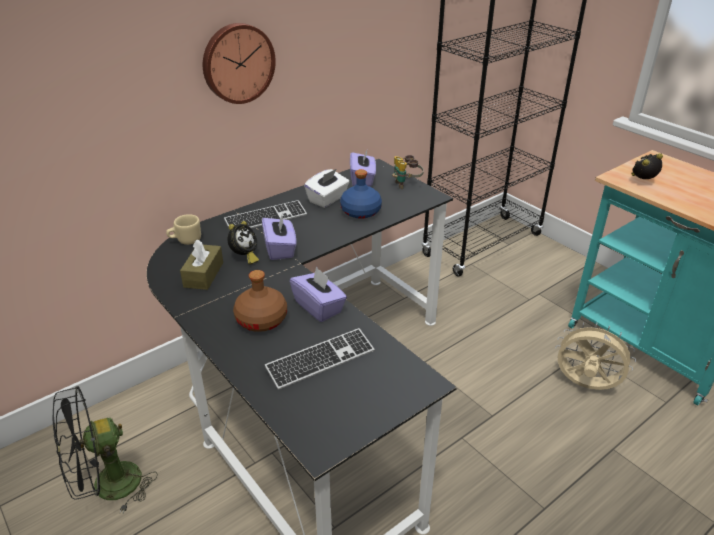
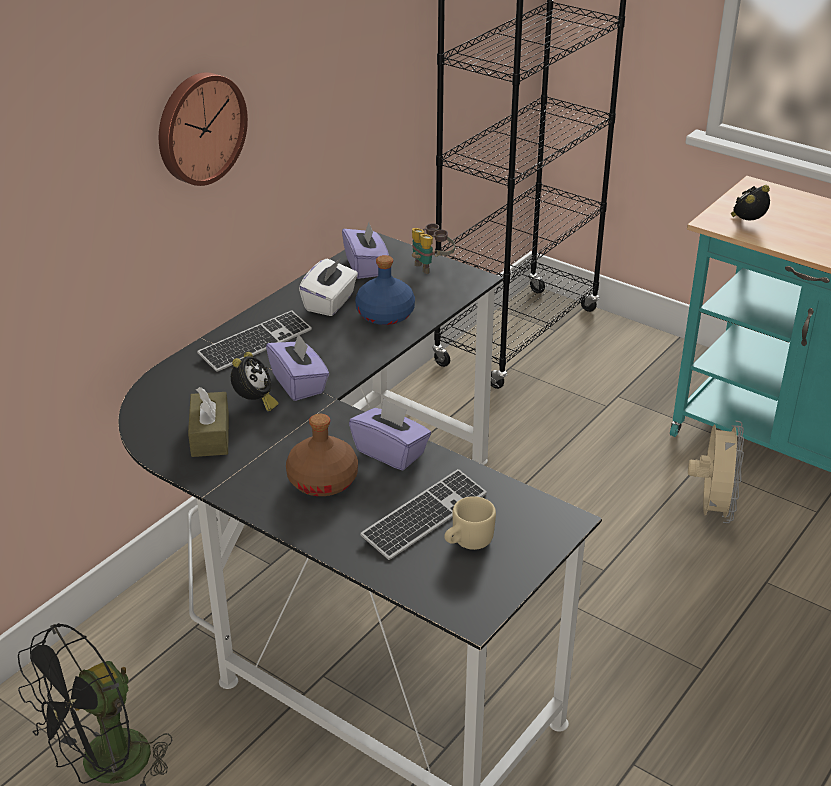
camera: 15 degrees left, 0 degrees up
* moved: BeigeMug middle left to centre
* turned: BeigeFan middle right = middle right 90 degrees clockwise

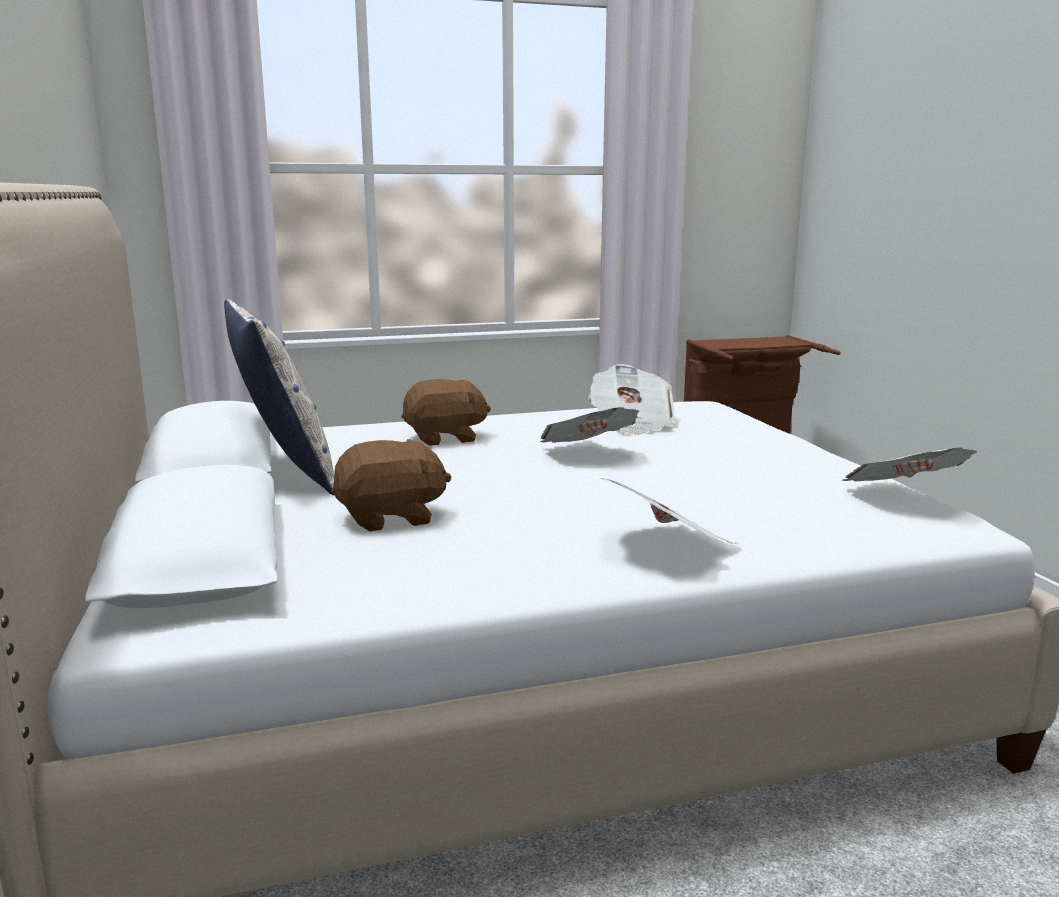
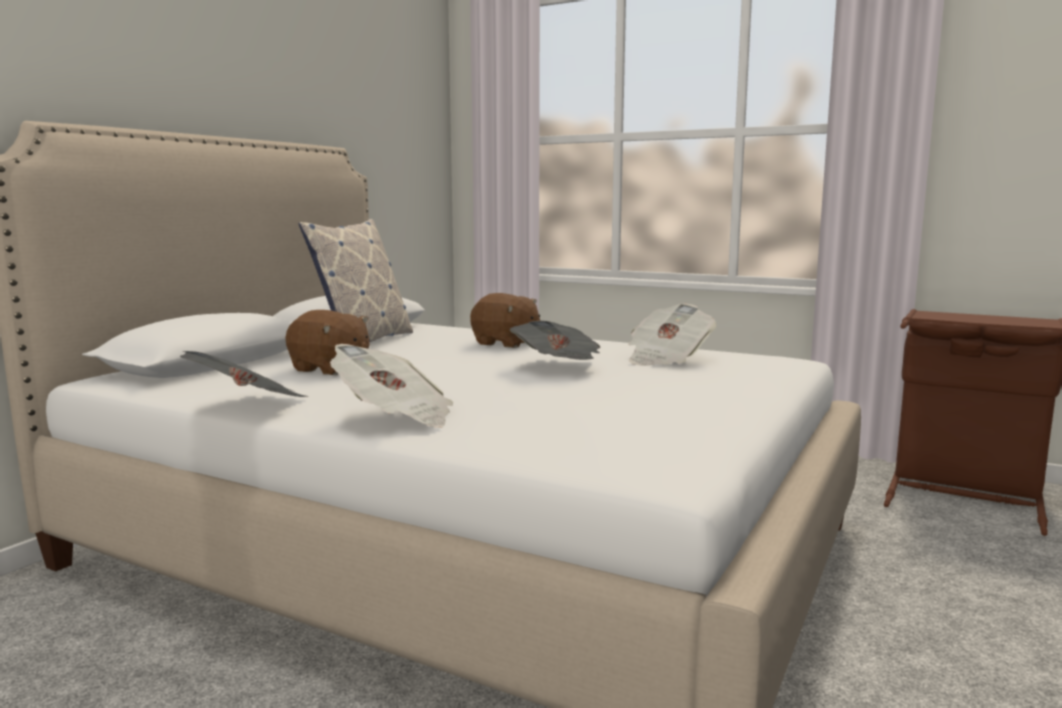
camera: 45 degrees right, 5 degrees down
* moved: Newspaper (4th from left in the first image) middle right to Newspaper (1st from left) middle left

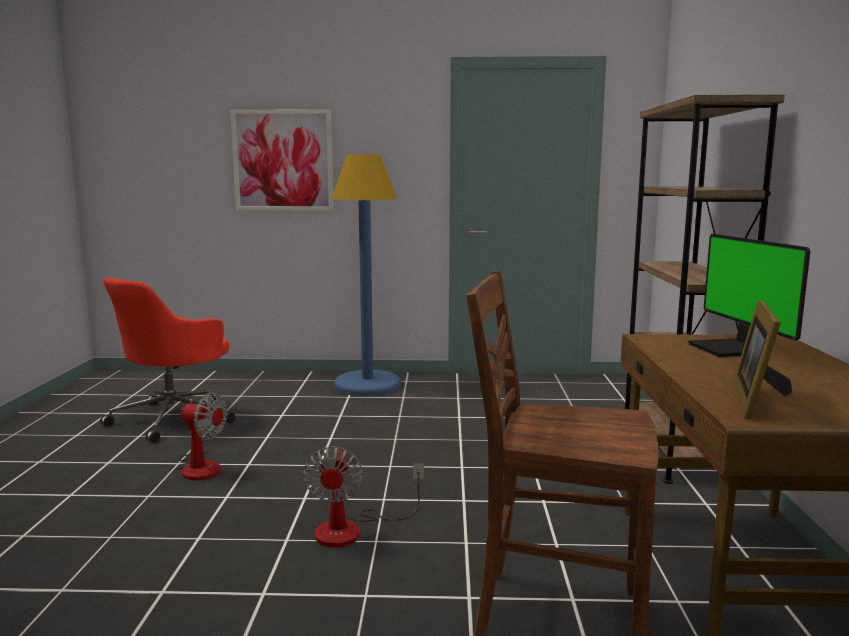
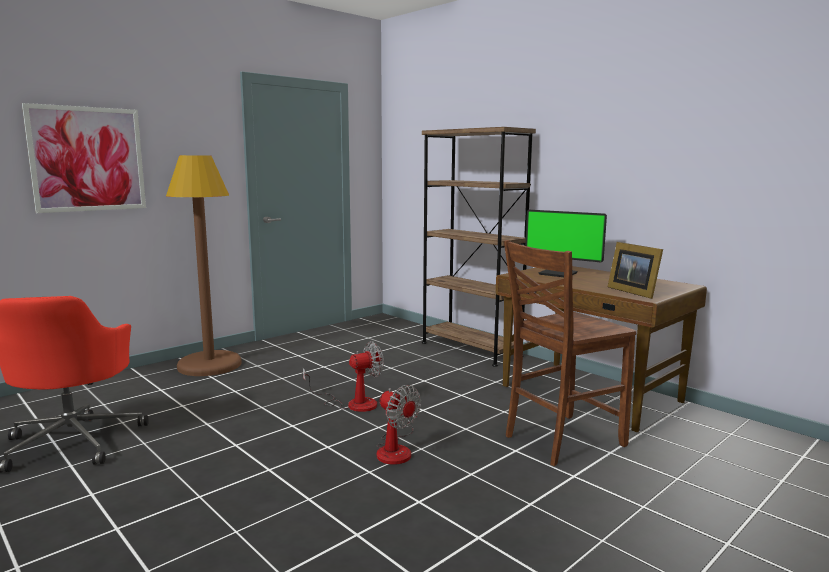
camera: 45 degrees left, 0 degrees up
* recoloured: BlueFloorLamp centre to BrownFloorLamp middle left
* moved: Fan (1st from left) bottom left to centre

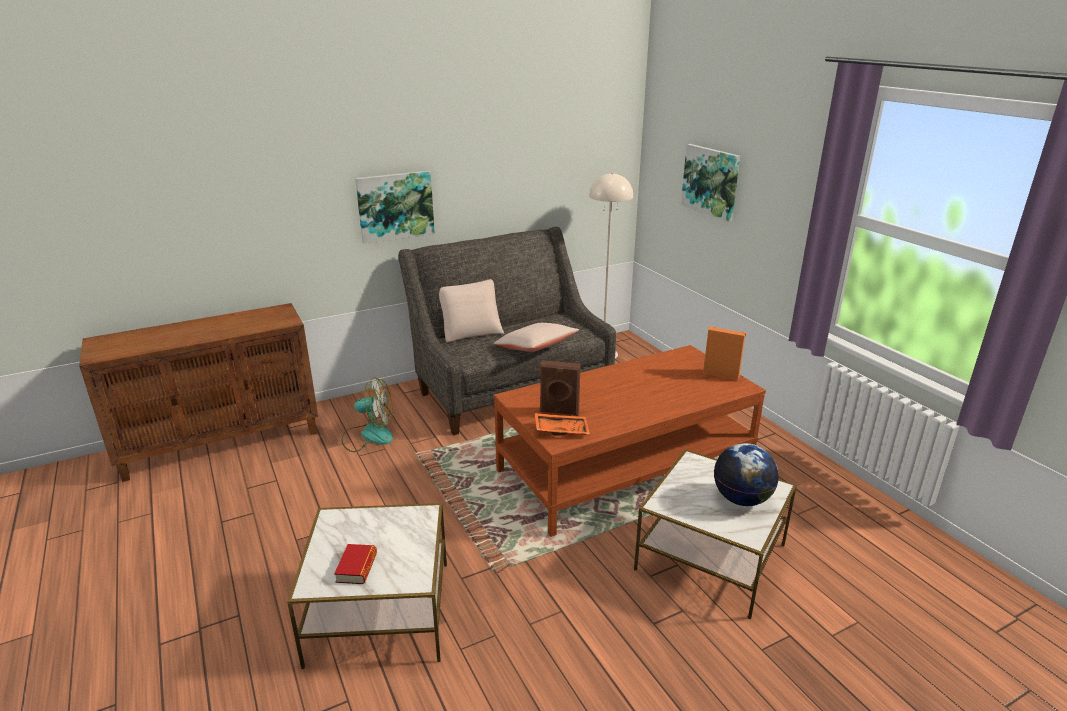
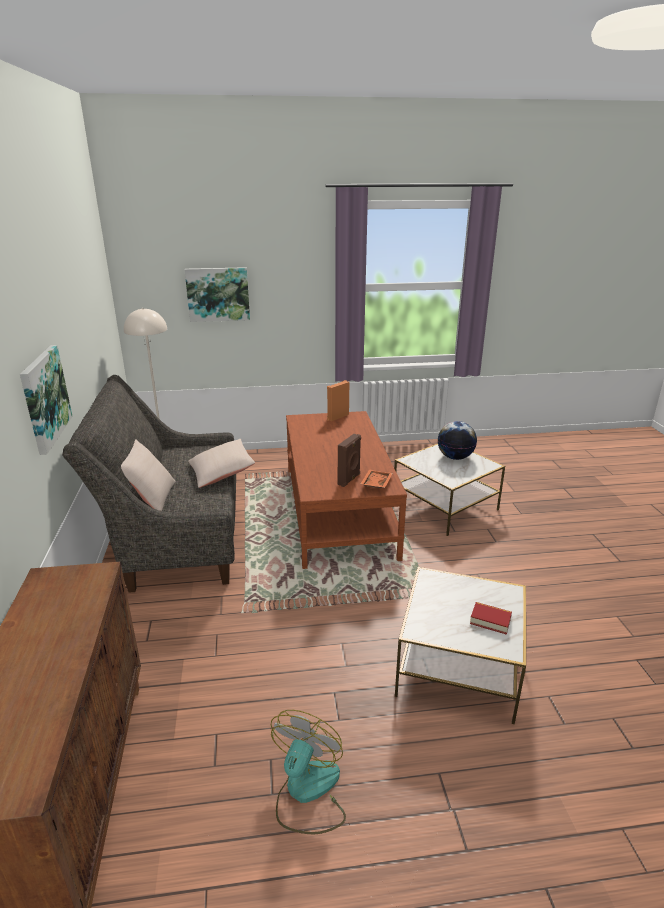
camera: 70 degrees left, 0 degrees up
* moved: Fan centre to bottom centre

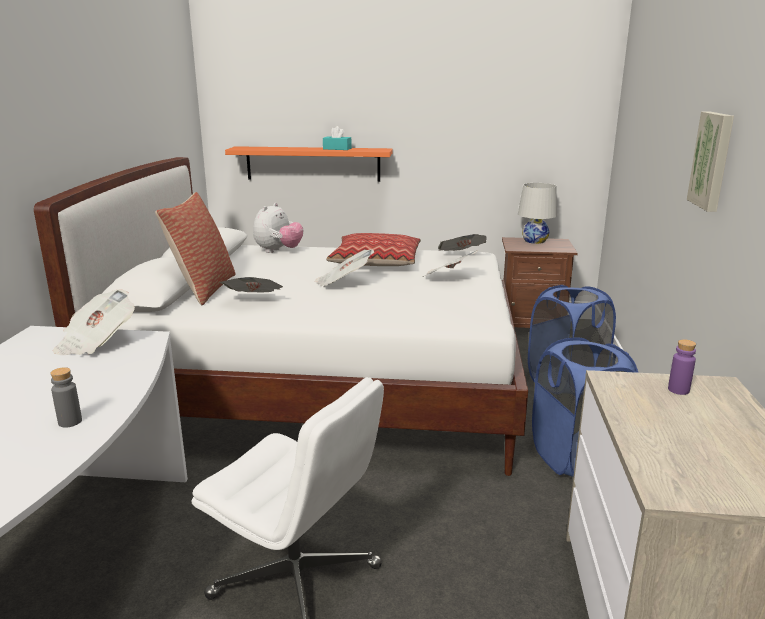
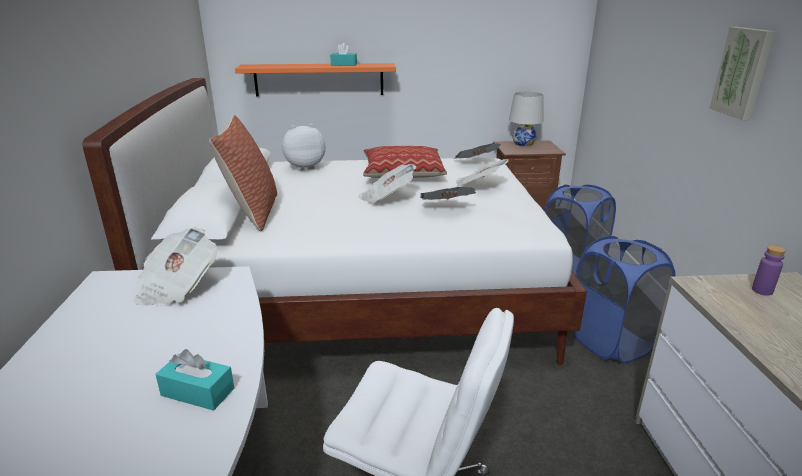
camera: 10 degrees left, 5 degrees up
* turned: PlushToy centre = top centre 120 degrees counterclockwise
* moved: Newspaper (2nd from left in the first image) middle left to Newspaper (3rd from left) centre
* replaced: GreyBottle middle left to TurquoiseTissueBox (1st from left) bottom left

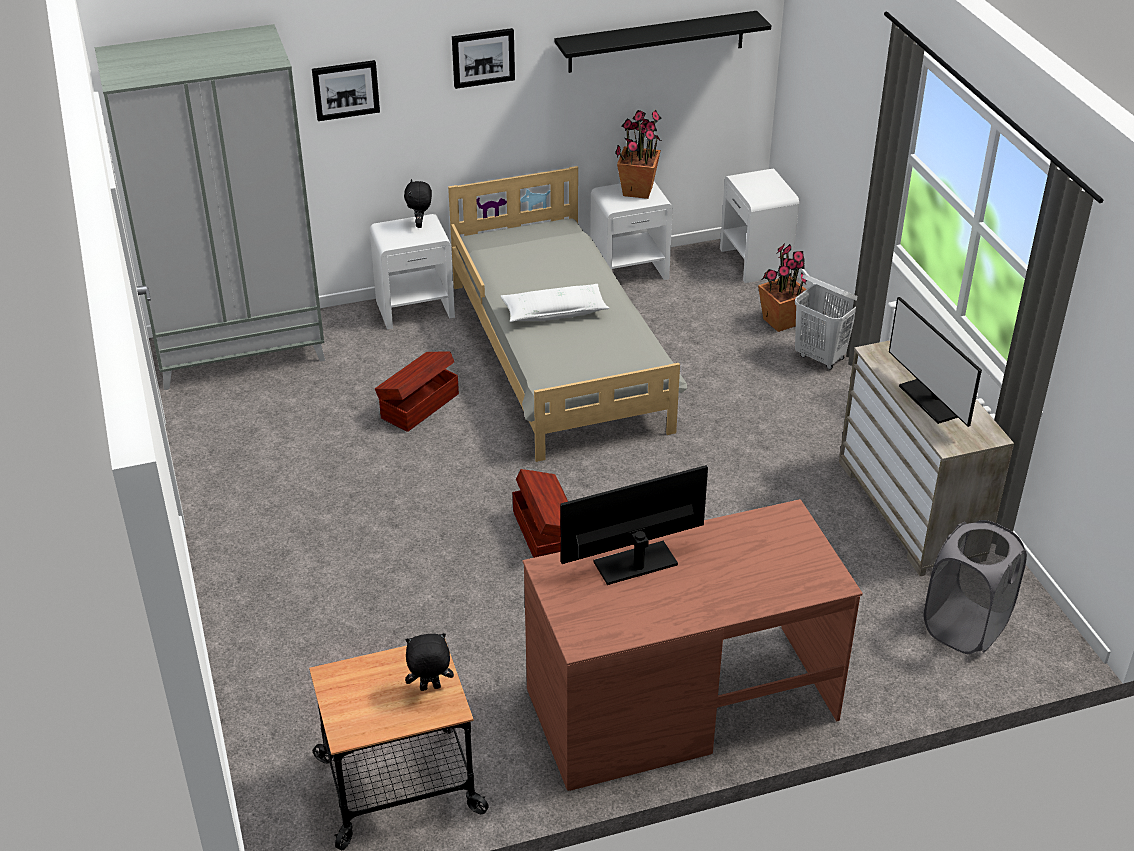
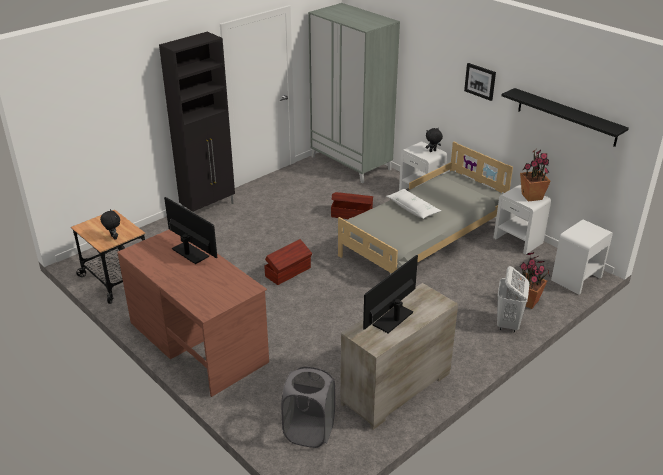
camera: 65 degrees right, 5 degrees down
* removed: Picture (1st from left) top left
* added: BlackCabinet top left

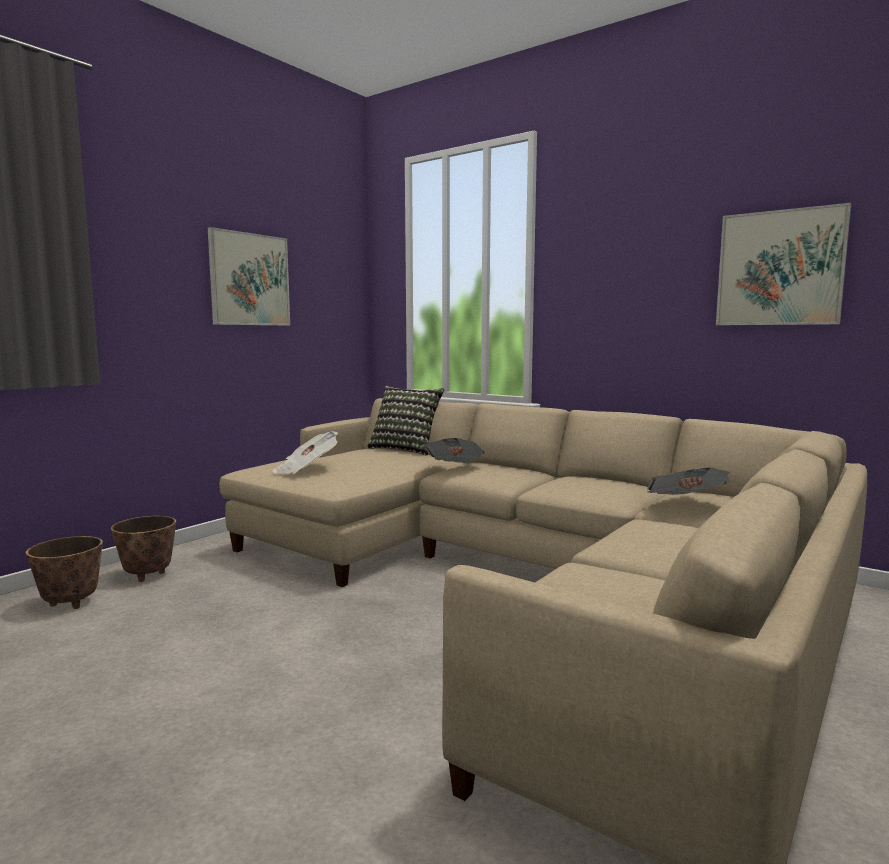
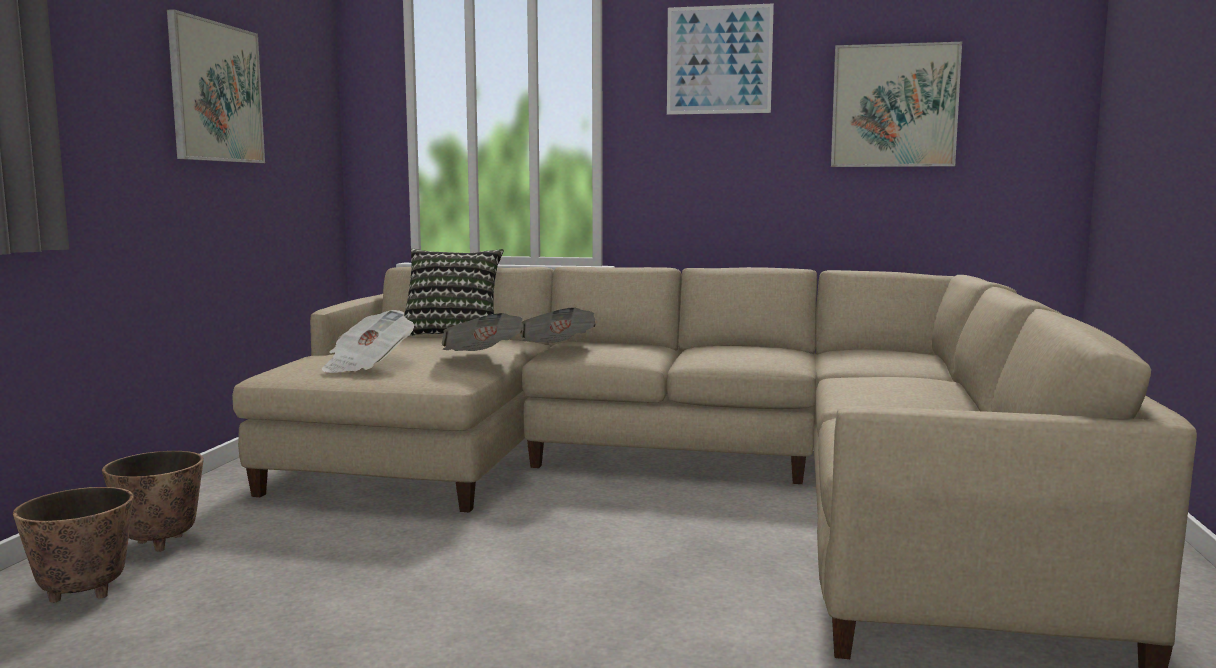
camera: 25 degrees left, 0 degrees up
* moved: Newspaper (3rd from left in the first image) middle right to Newspaper (2nd from left) centre
* added: Picture (2nd from left) top centre

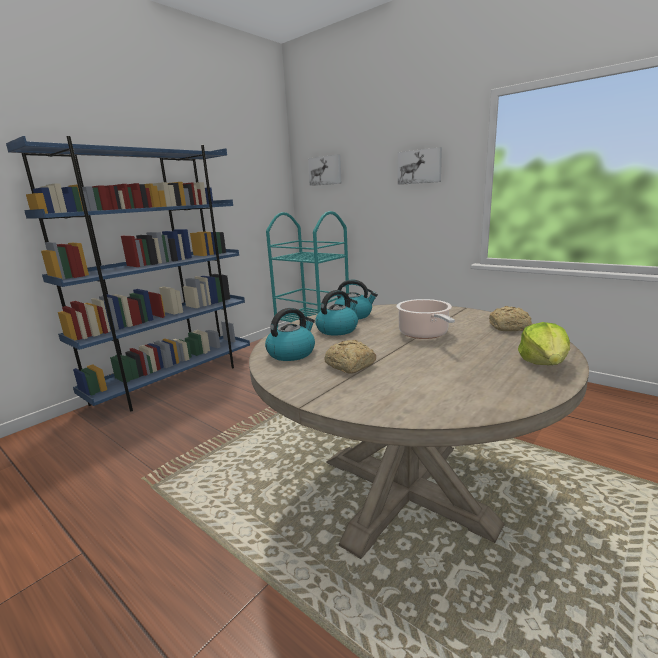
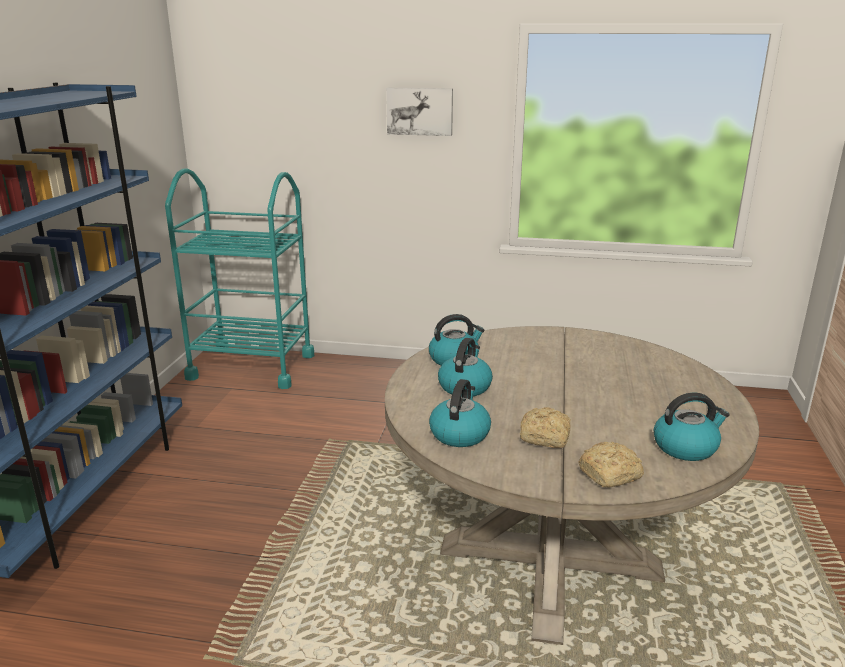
camera: 30 degrees left, 5 degrees up
* removed: Picture (1st from left) top centre
* removed: CookingPot centre
* moved: Bread (2nd from left) middle right to bottom right
* removed: Lettuce middle right
* added: Kettle (4th from left) middle right

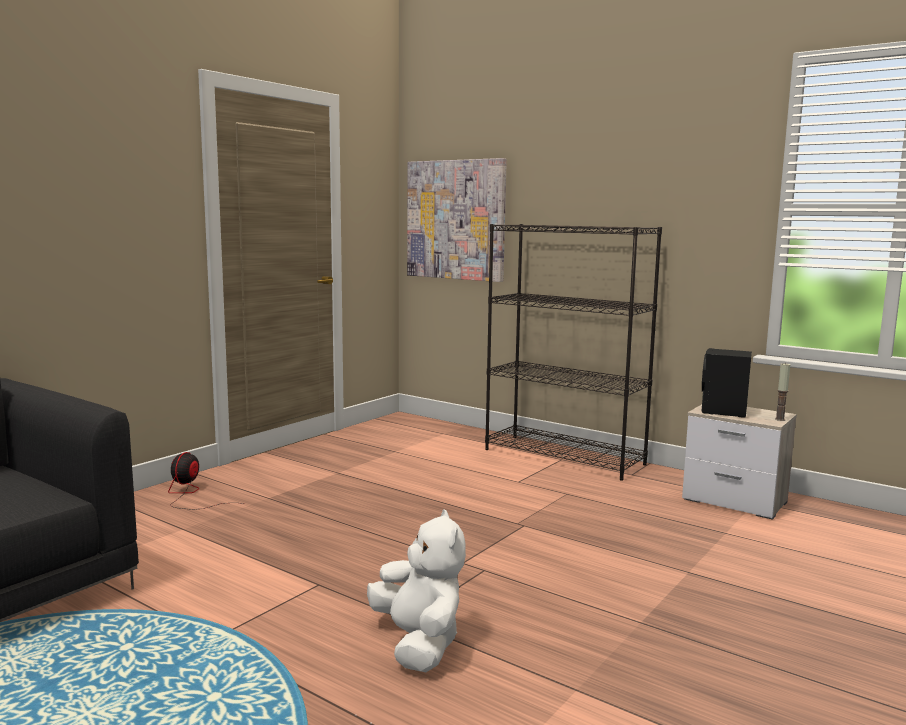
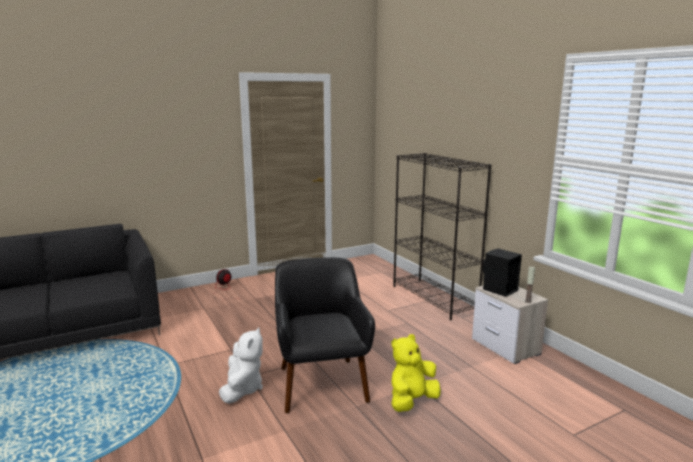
camera: 25 degrees right, 5 degrees up
* removed: Picture top centre
* added: BlackArmchair bottom centre
* added: YellowPlushToy bottom centre

